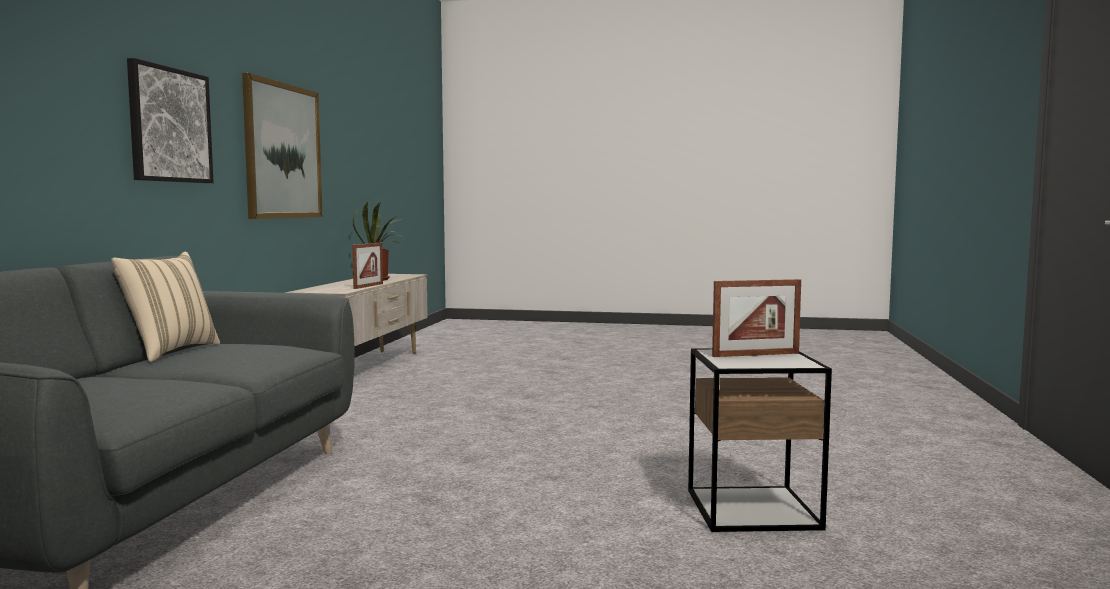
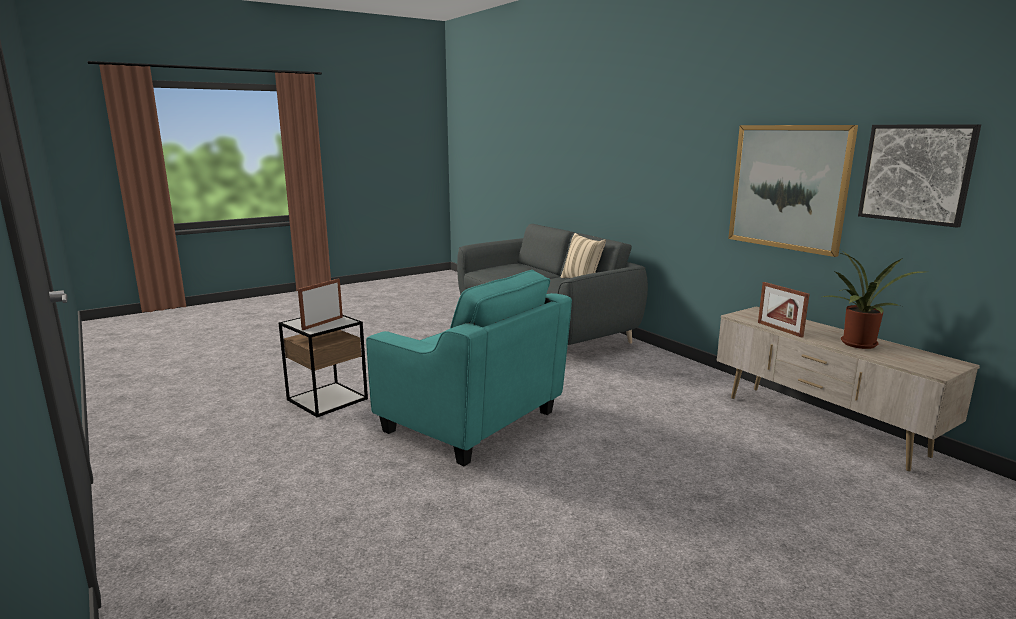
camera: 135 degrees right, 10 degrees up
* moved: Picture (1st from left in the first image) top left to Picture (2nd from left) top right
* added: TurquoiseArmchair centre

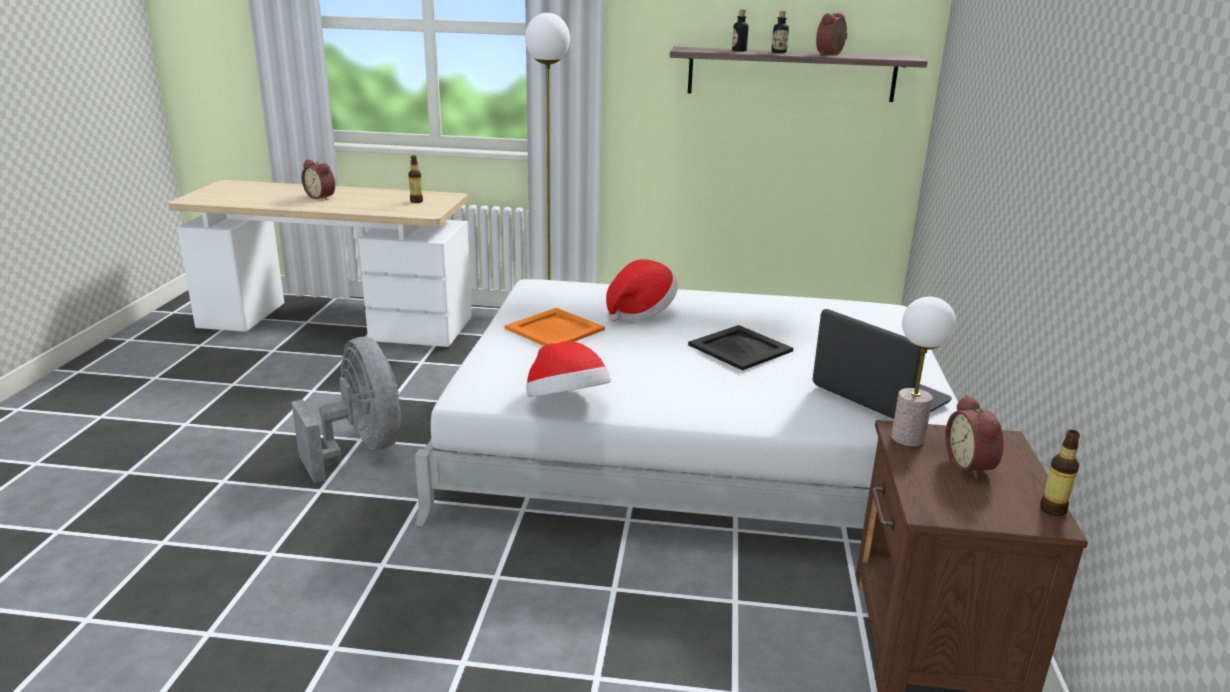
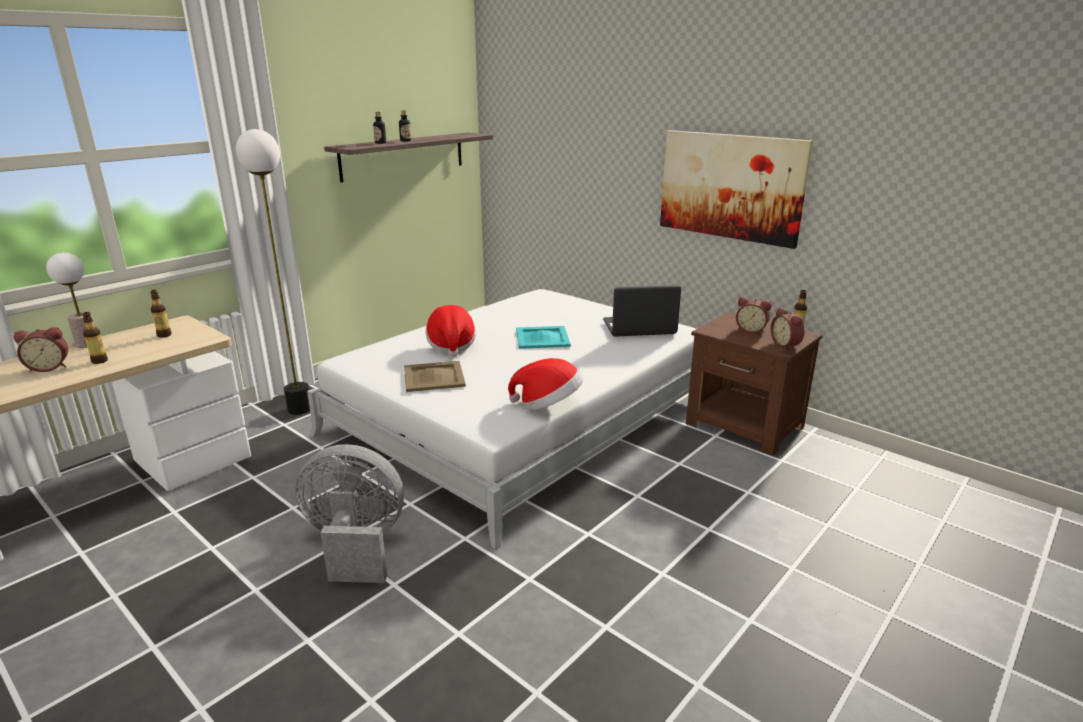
camera: 55 degrees left, 0 degrees up
* moved: AlarmClock (2nd from left in the first image) top right to AlarmClock (3rd from left) middle right
* moved: TableLamp middle right to middle left
* recoloured: OrangeTray centre to BeigeTray centre
* recoloured: BlackTray centre to TurquoiseTray centre
* added: Picture top right
* added: Bottle (1st from left) middle left

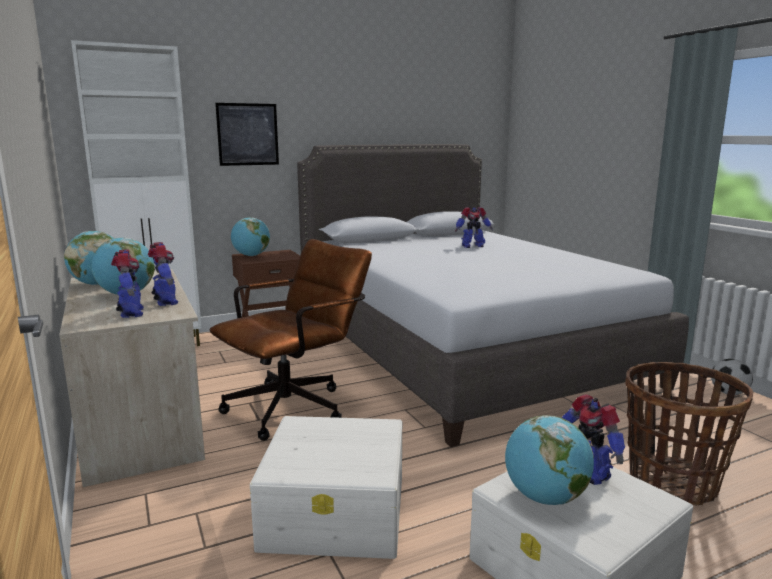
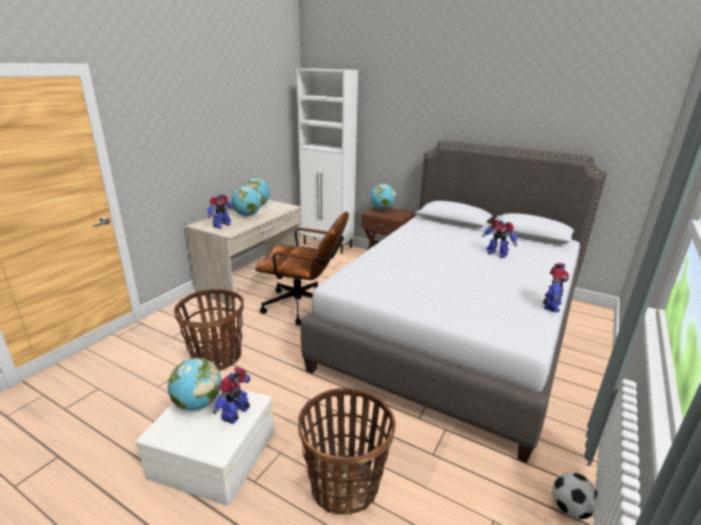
camera: 55 degrees right, 10 degrees up
* removed: Picture top left
* moved: ToyRobot (2nd from left in the first image) middle left to ToyRobot (4th from left) middle right
* replaced: WhiteStorageBox (1st from left) bottom centre to Basket (1st from left) middle left

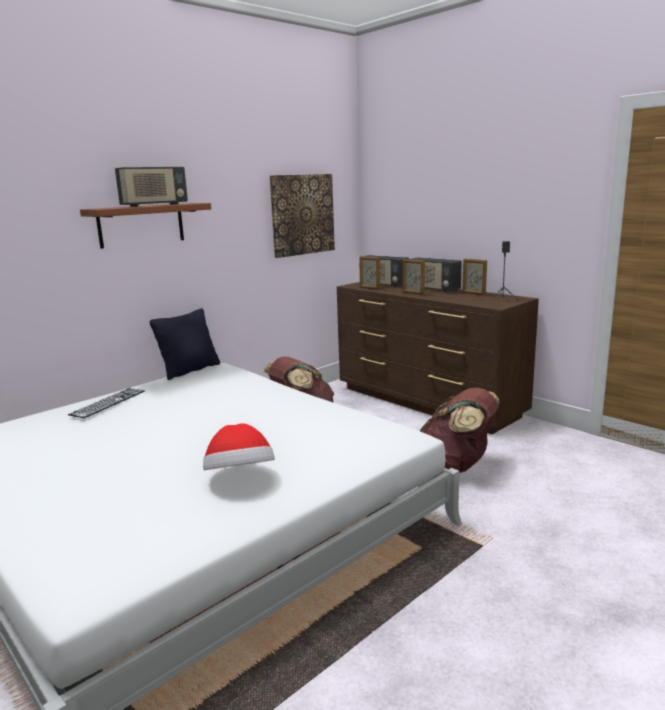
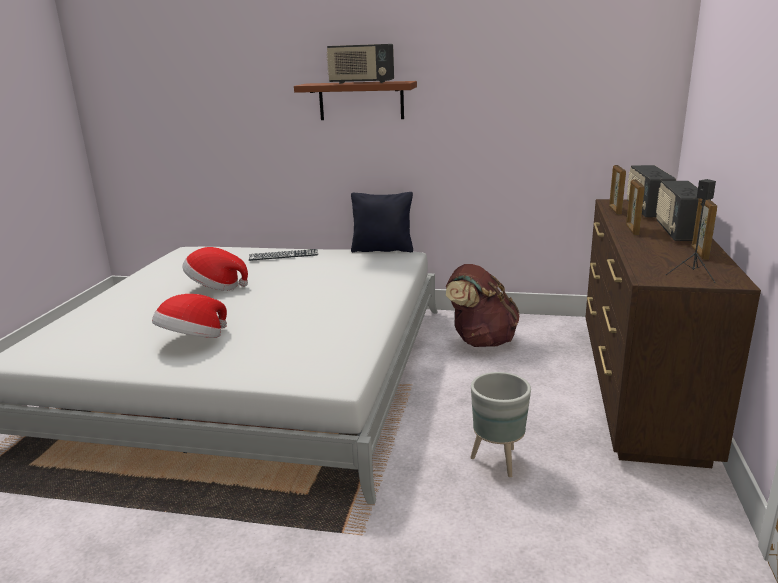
camera: 55 degrees right, 5 degrees up
* removed: Picture top centre
* replaced: BrownBackpack (2nd from left) middle right to GreyPlanter bottom centre
* added: Hat (2nd from left) middle left

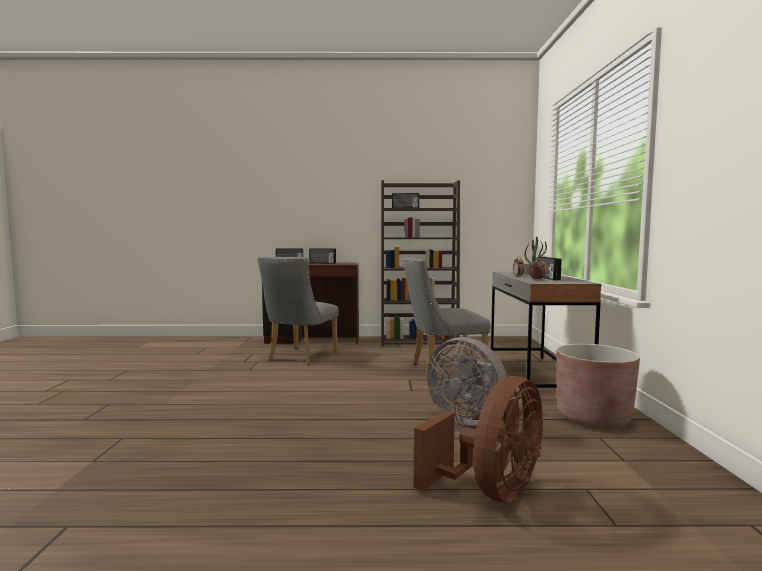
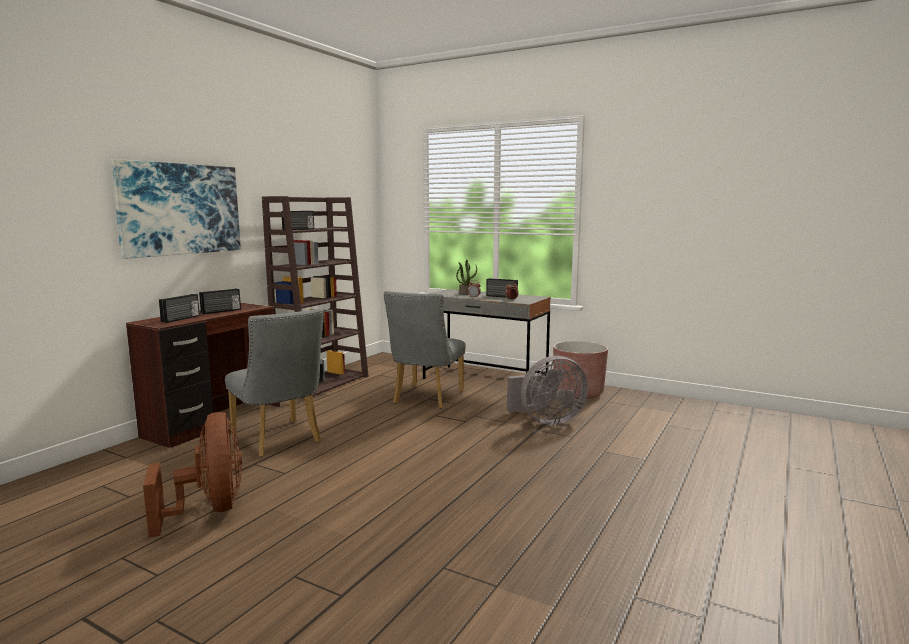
camera: 60 degrees left, 5 degrees up
* moved: BrownFan bottom centre to bottom left
* added: Picture top left

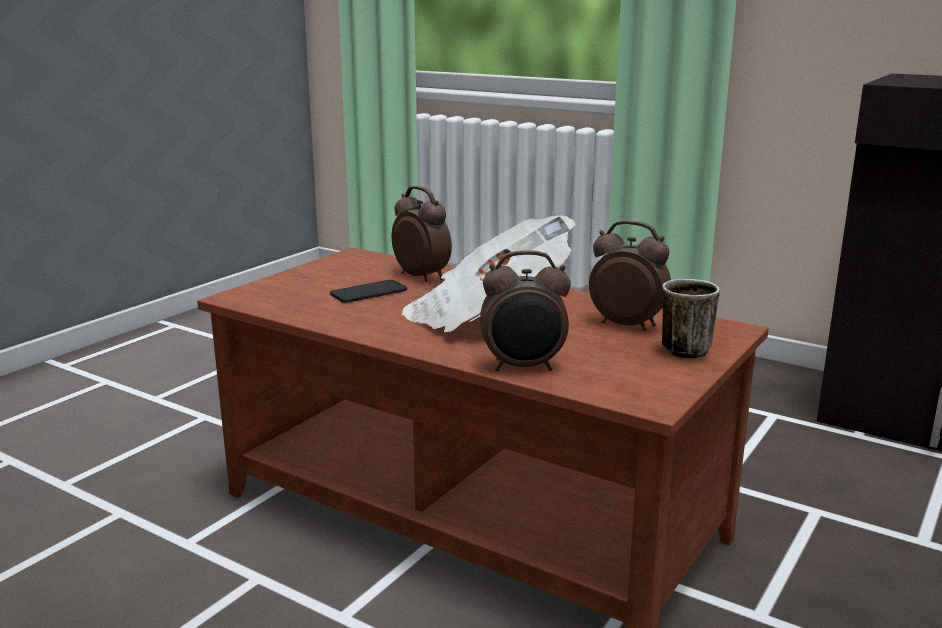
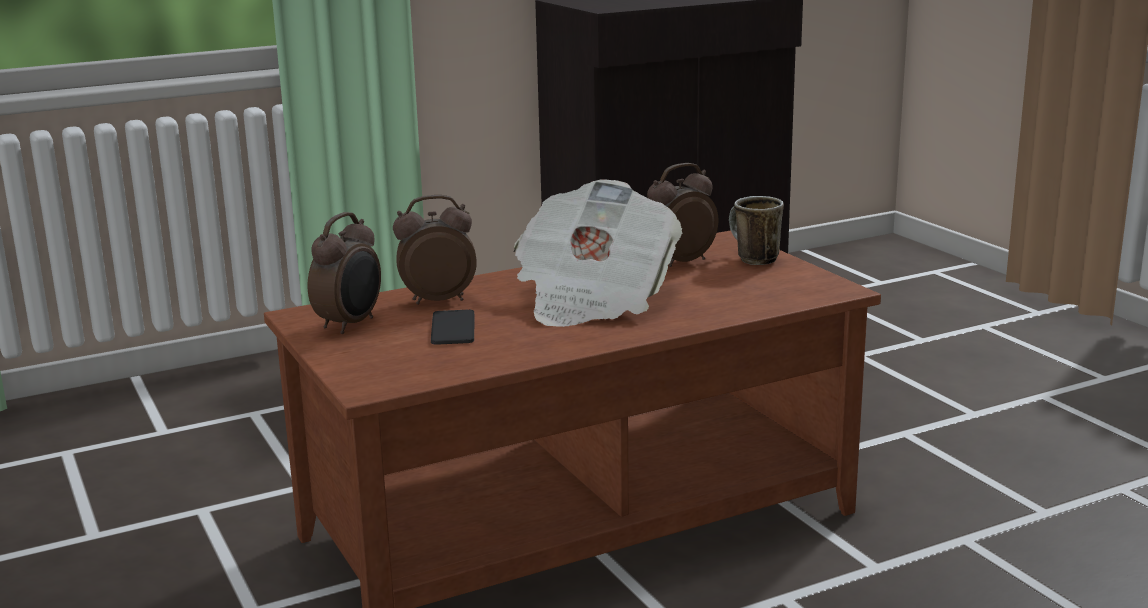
camera: 60 degrees left, 0 degrees up
* moved: AlarmClock (2nd from left in the first image) centre to AlarmClock (1st from left) middle left

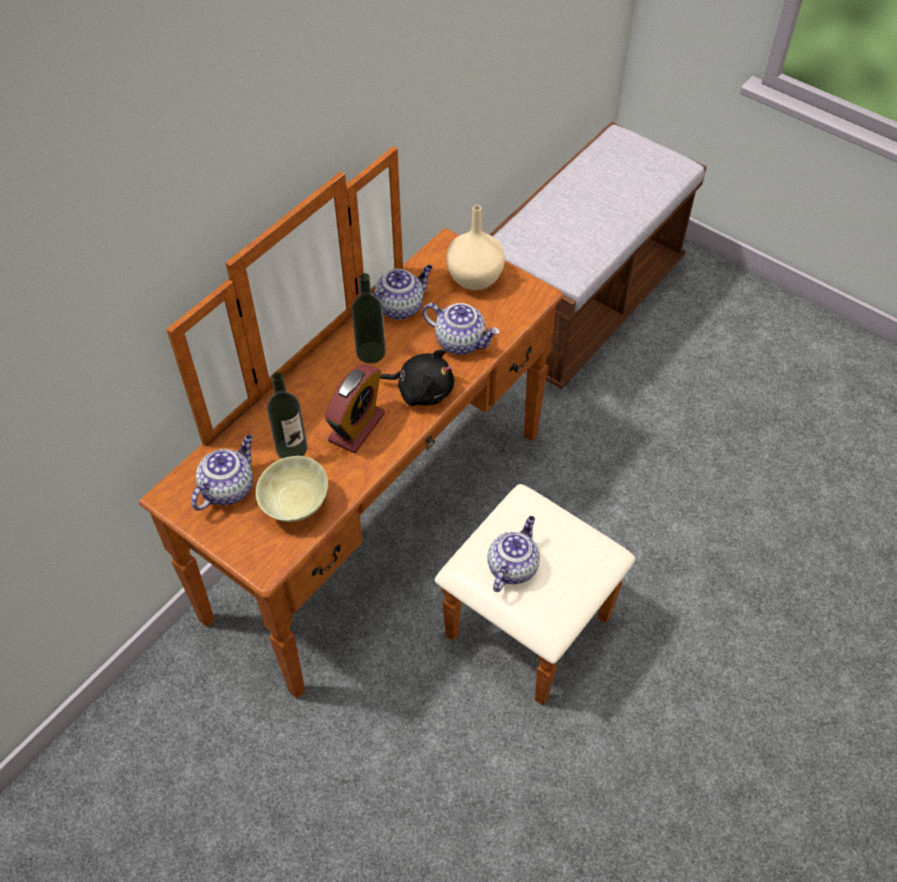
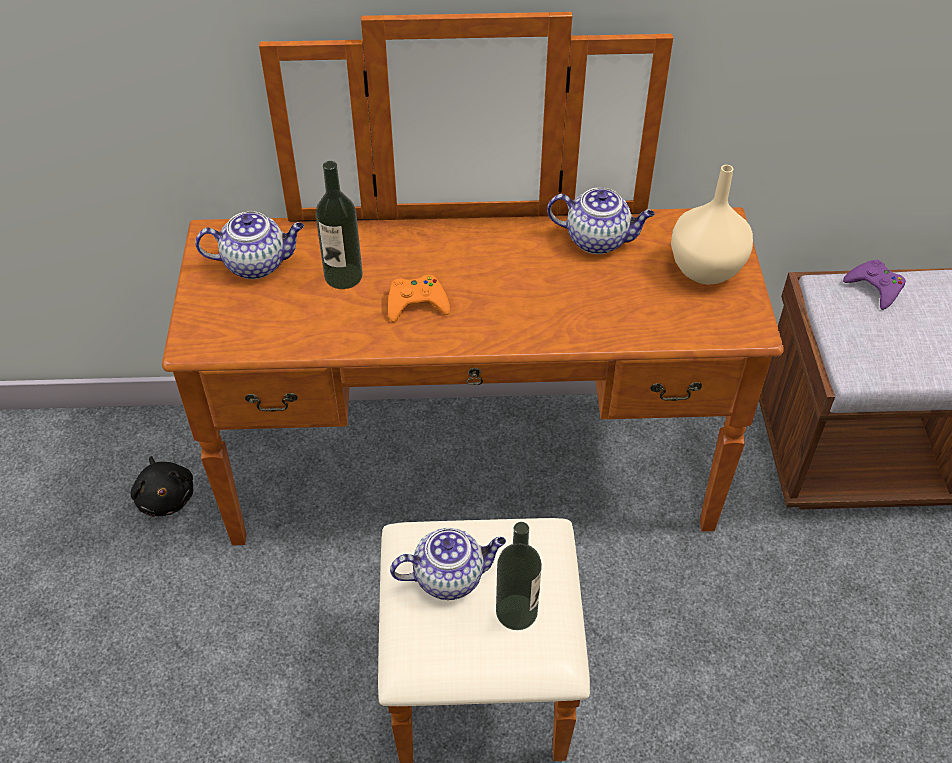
camera: 50 degrees right, 5 degrees down
* moved: Bottle (2nd from left) centre to bottom centre
* removed: Teapot (3rd from left) centre
* moved: BlackPlushToy centre to middle left
* replaced: AlarmClock centre to OrangeGameController centre
* removed: BeigeBowl middle left
* added: PurpleGameController middle right

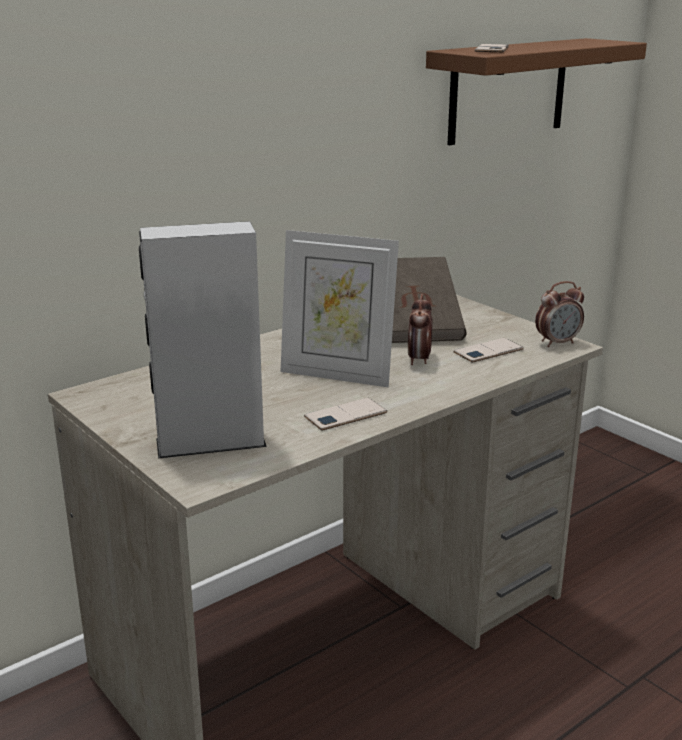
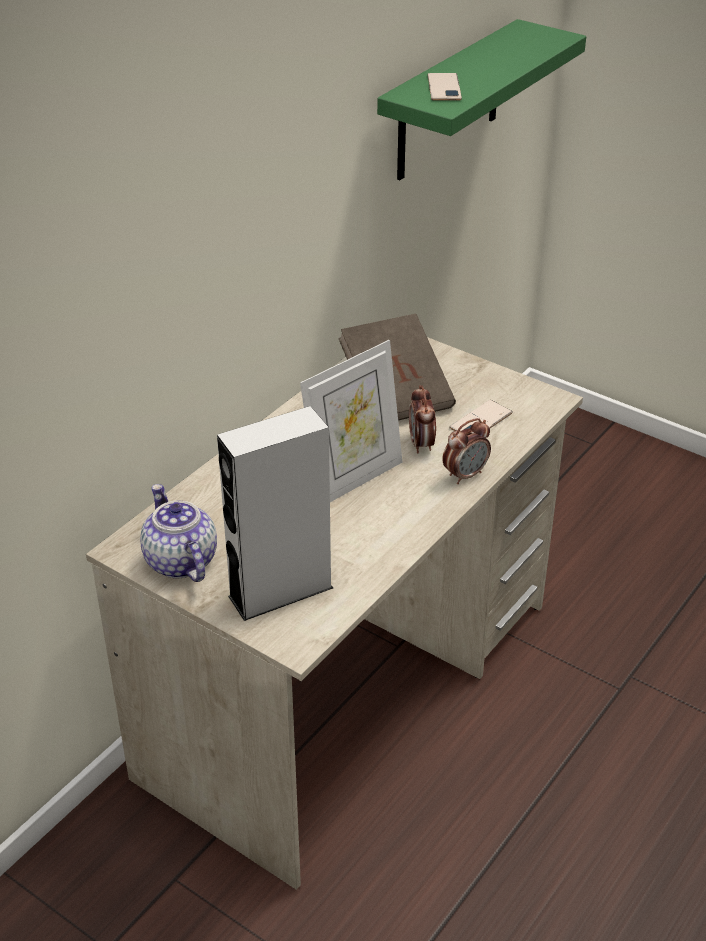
camera: 15 degrees left, 15 degrees up
* recoloured: BrownShelf top right to GreenShelf top right
* turned: PictureFrame centre = centre 45 degrees counterclockwise
* moved: AlarmClock (2nd from left) middle right to centre
* removed: Phone (1st from left) centre
* added: Teapot middle left

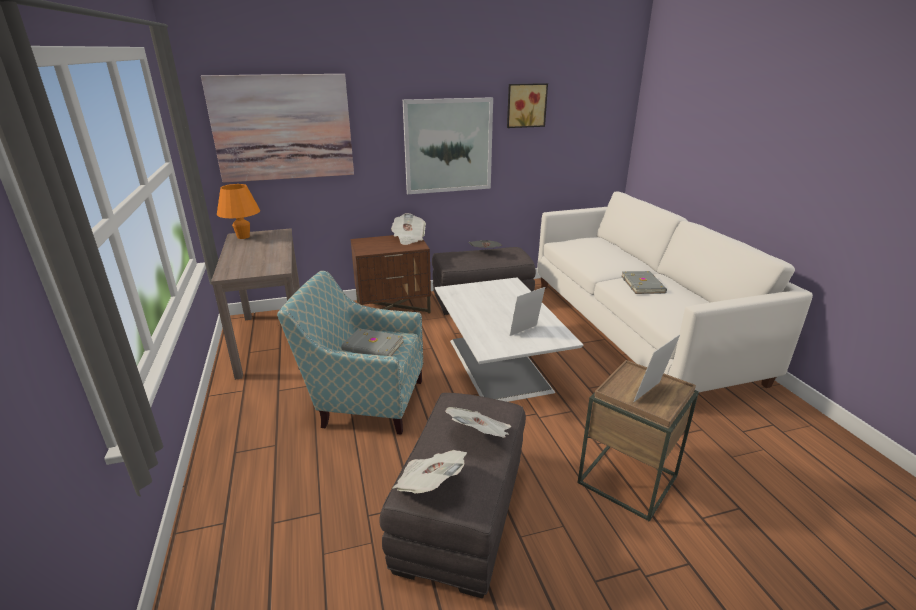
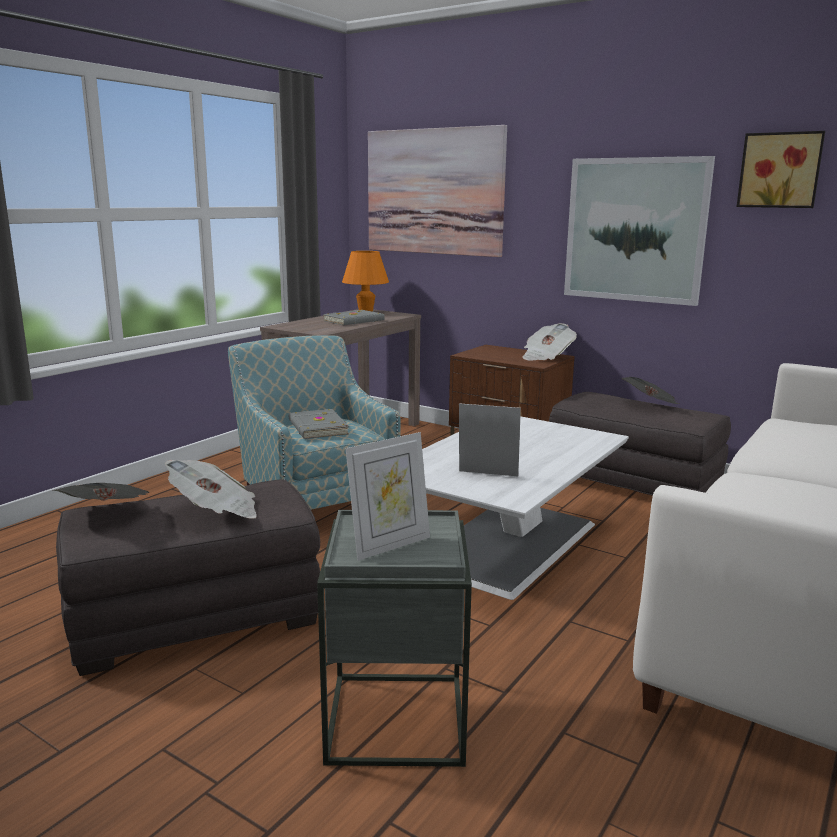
camera: 50 degrees right, 10 degrees down
* moved: GreyBook (2nd from left) middle right to centre
* turned: PictureFrame (2nd from left in the first image) middle right = centre 135 degrees clockwise
* recoloured: BrownSideTable bottom right to GreySideTable bottom centre

